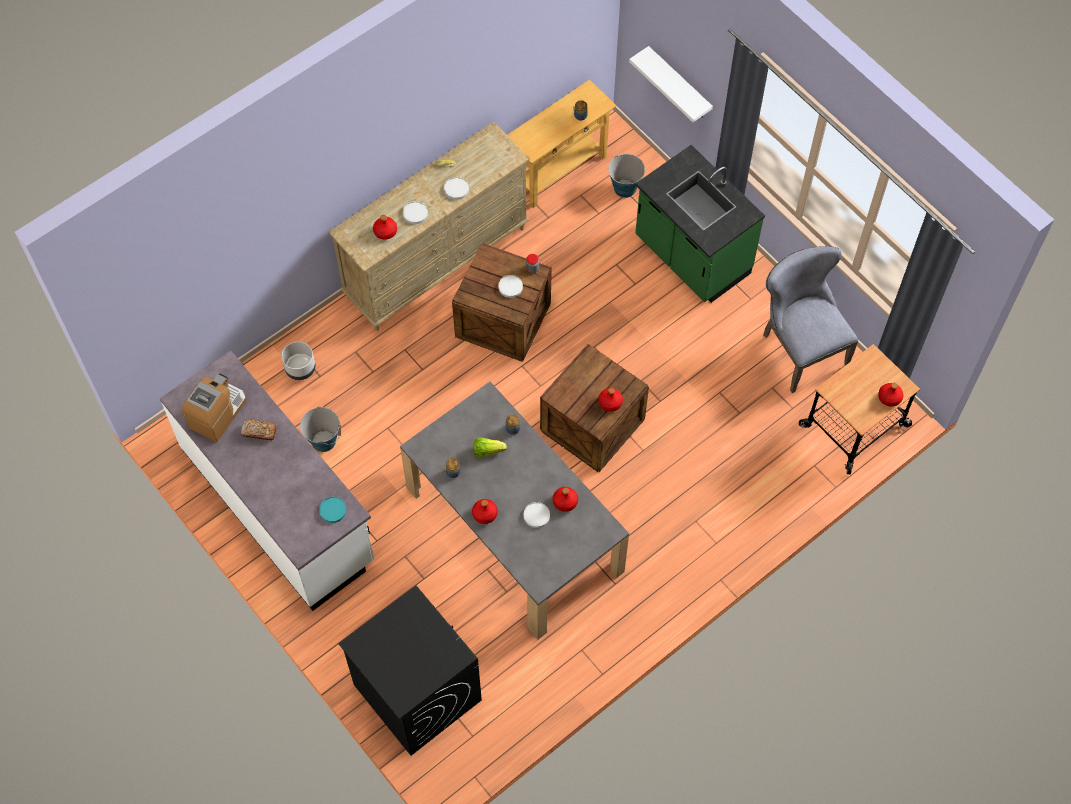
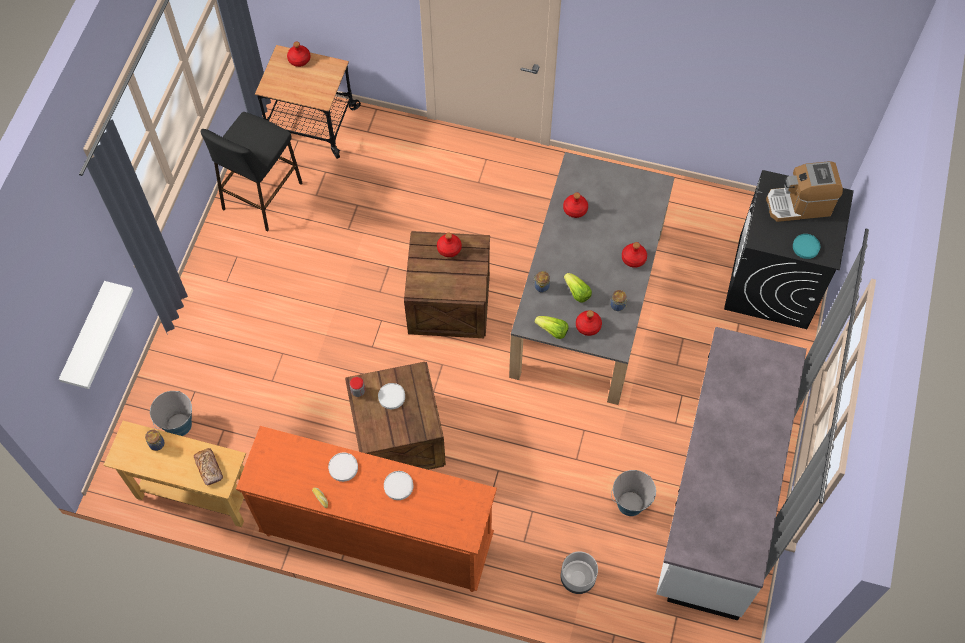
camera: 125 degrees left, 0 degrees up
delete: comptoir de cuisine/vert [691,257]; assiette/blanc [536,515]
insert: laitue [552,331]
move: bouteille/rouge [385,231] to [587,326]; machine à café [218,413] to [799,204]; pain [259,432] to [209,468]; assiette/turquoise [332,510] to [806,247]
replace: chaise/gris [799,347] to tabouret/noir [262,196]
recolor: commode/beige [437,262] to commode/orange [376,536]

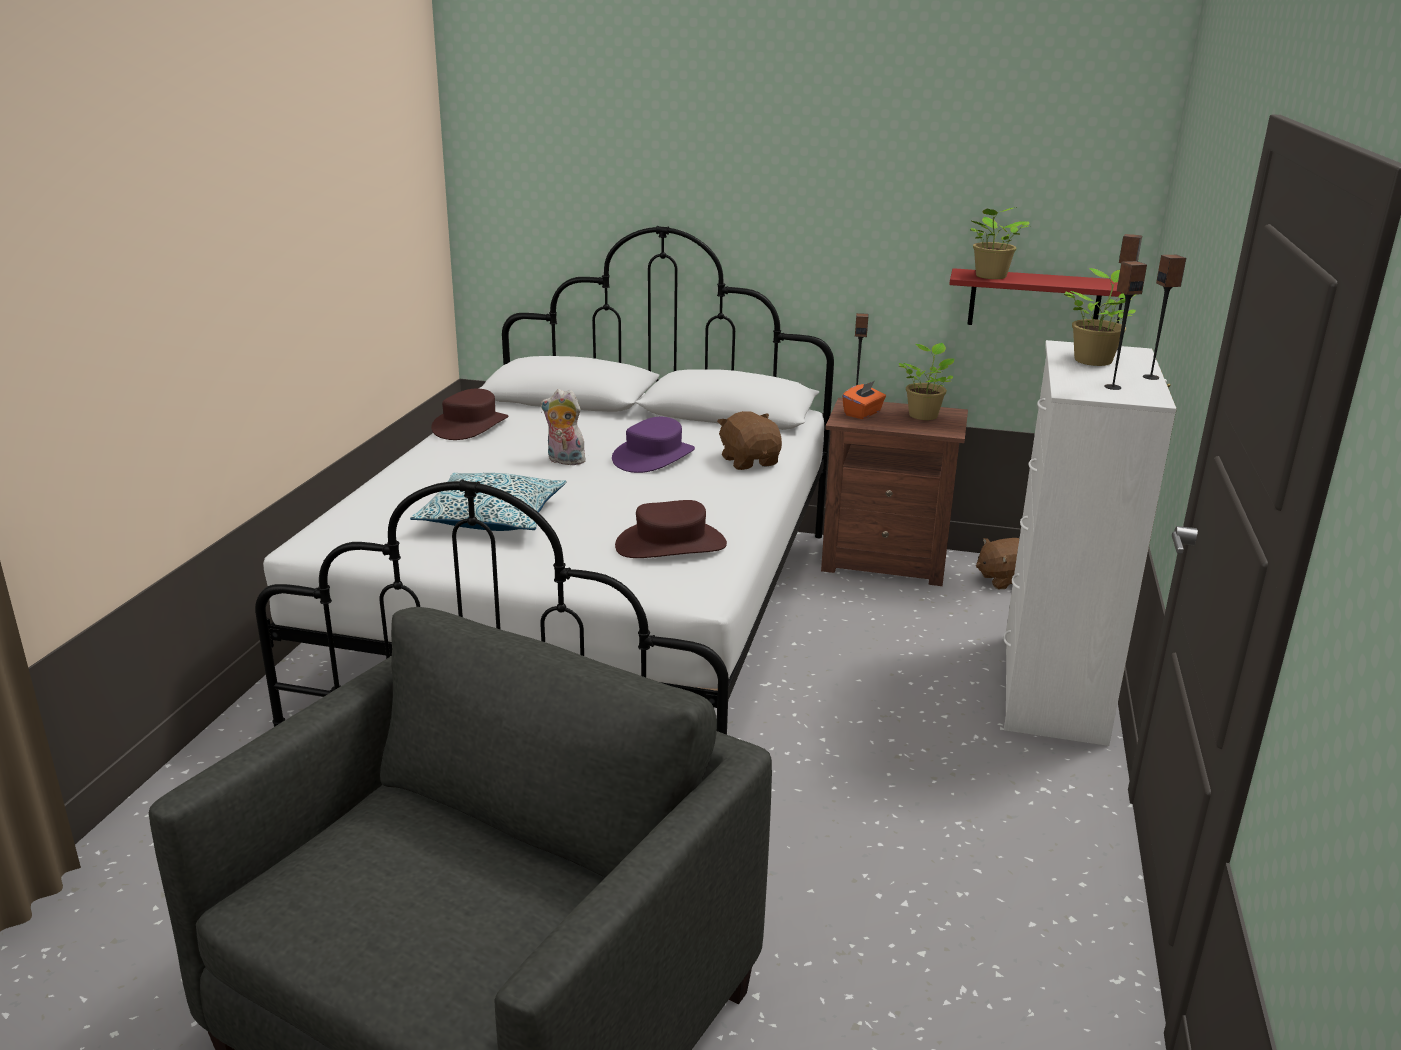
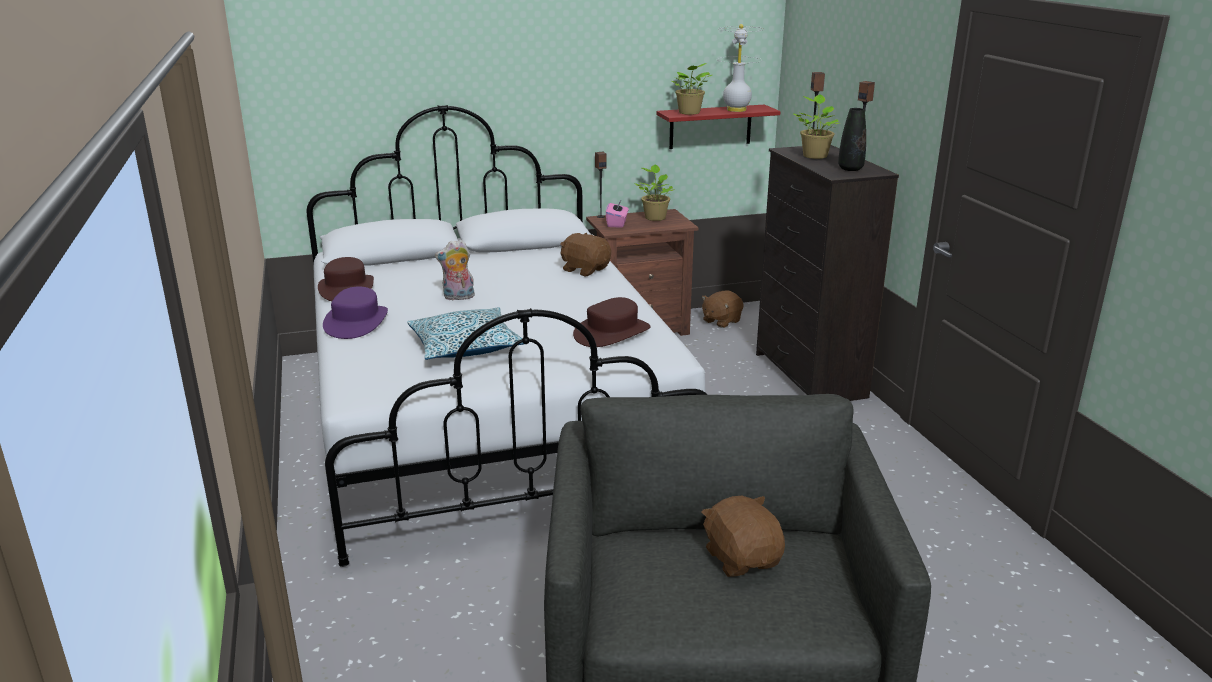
camera: 30 degrees left, 0 degrees up
insert: lampe de table/blanc [736,110]; peluche/marron [742,559]
move: chapeau/violet [654,457] to [356,322]
replace: enceinte [1112,387] to vase/noir [850,169]
recolor: commode/blanc [1051,688] to commode/noir [809,376]; boîte à mouchoirs/orange [863,413] to boîte à mouchoirs/rose [617,224]

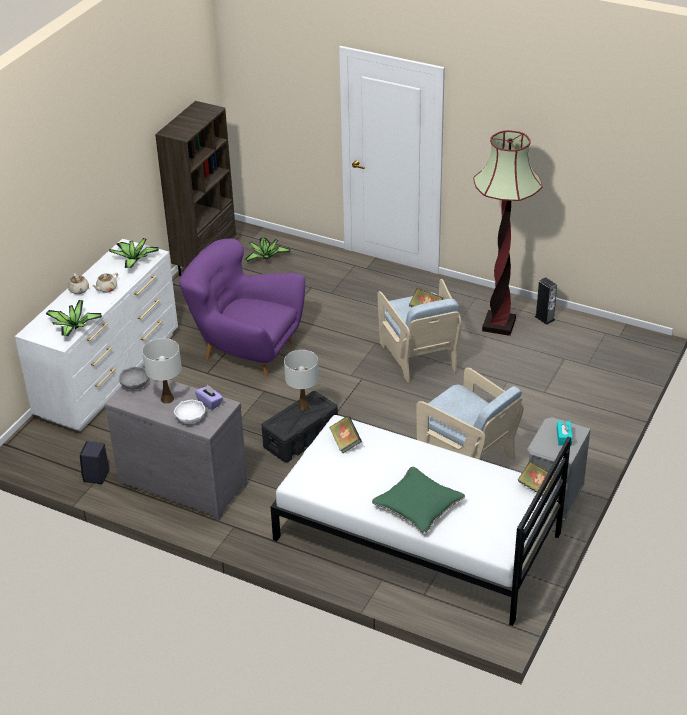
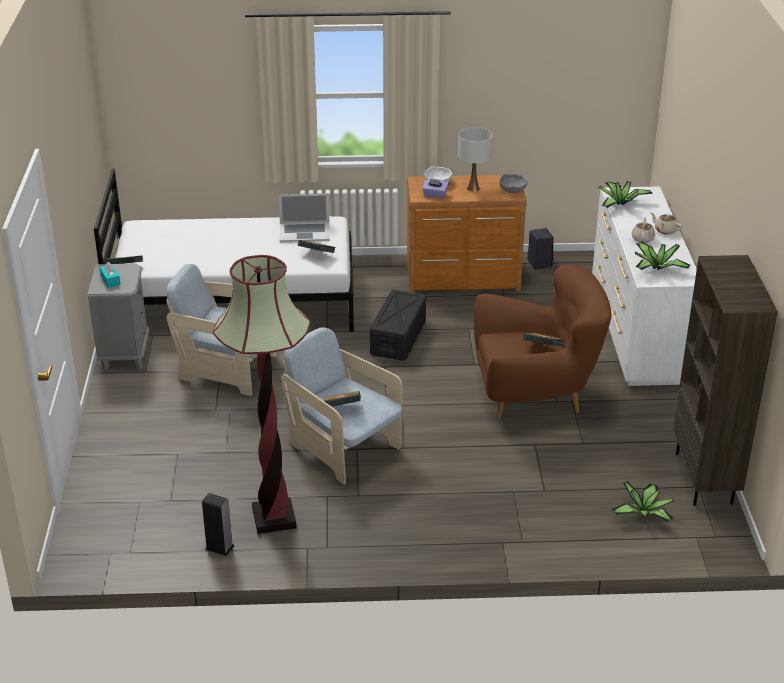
camera: 150 degrees right, 5 degrees down
delete: lampe de table/blanc [303,406]; coussin/vert [418,504]
insert: ordinateur portable [304,232]; livre [543,349]
recolor: fauteuil/violet [246,350] to fauteuil/marron [535,395]; commode/gris [184,482] to commode/marron [464,280]

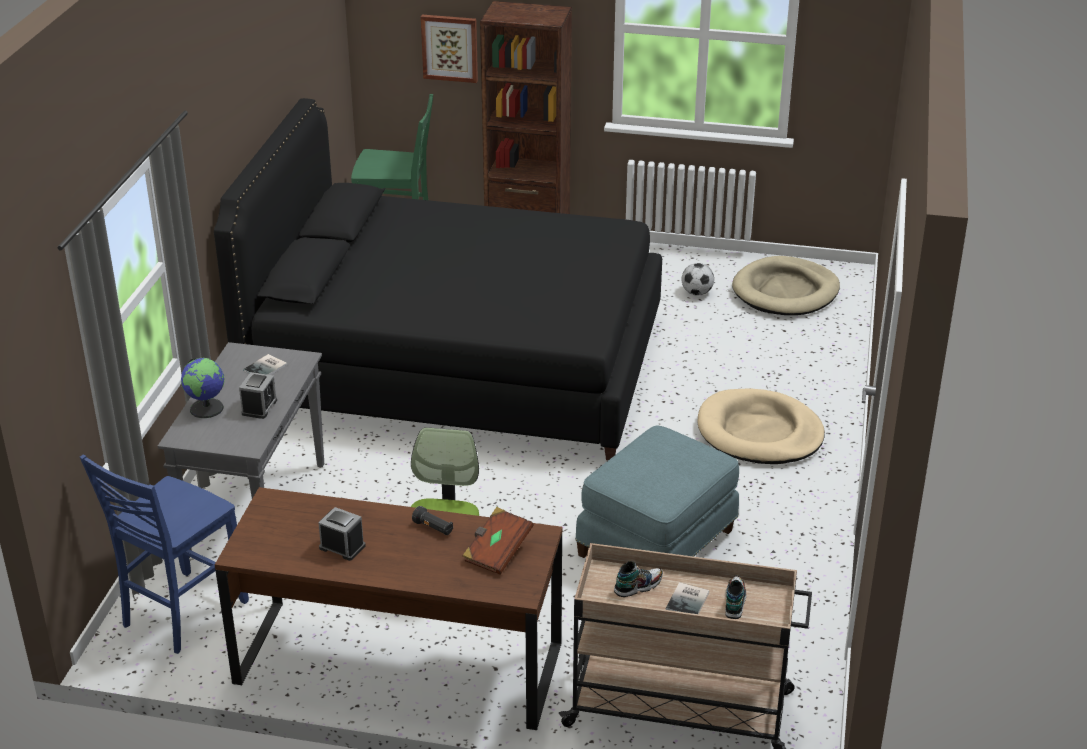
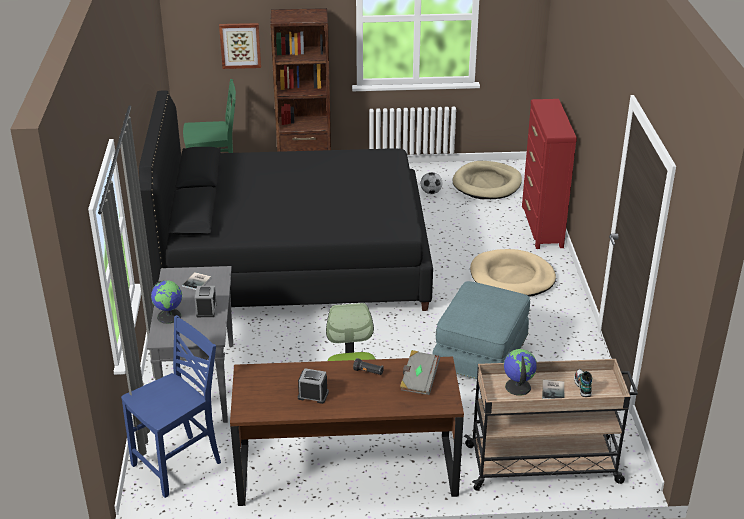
camera: 15 degrees left, 0 degrees up
insert: commode/rouge [542,227]
replace: chaussure [638,586] to globe [517,387]
recolor: livre/marron [497,552] to livre/gris [419,380]
rotate: chaise/bleu [181,613] = [179,464] 150 degrees counterclockwise

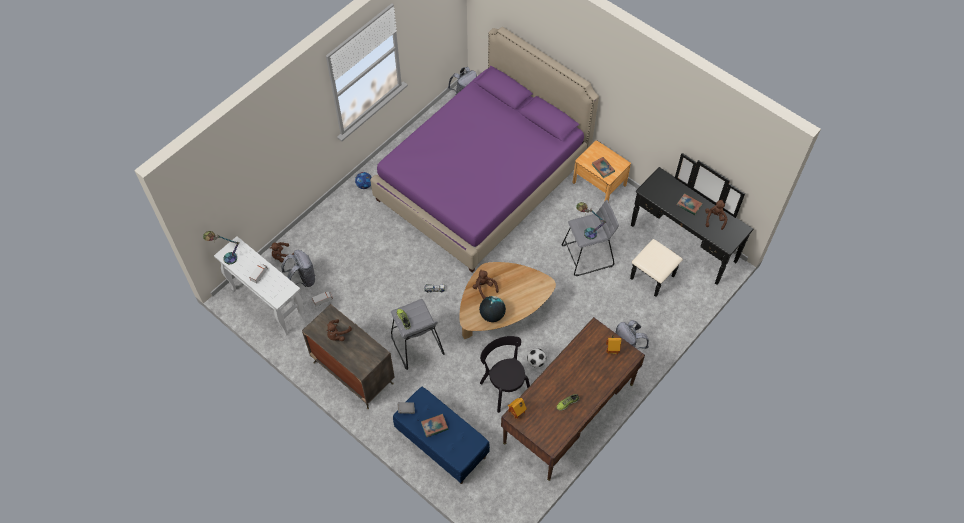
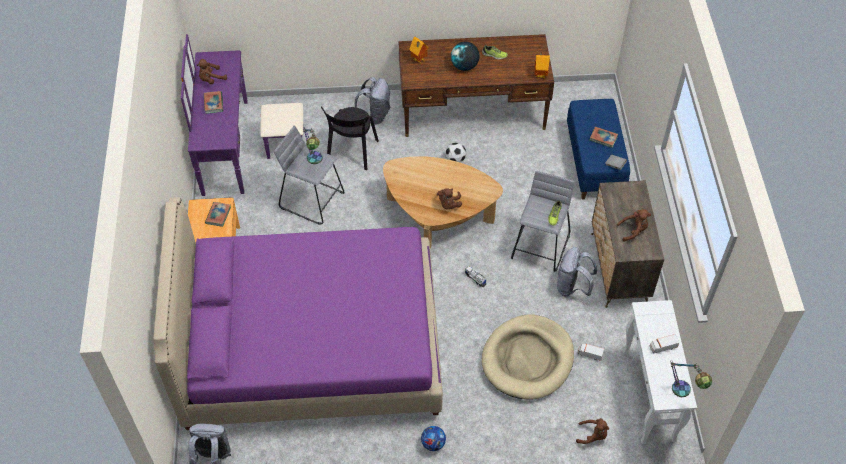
camera: 135 degrees left, 5 degrees down
insert: panier pour chien/beige [527,359]
move: sac à dos/gris [302,280] to [572,287]; globe [492,315] to [464,66]; chaise/noir [504,386] to [351,152]
recolor: commode/noir [676,251] to commode/violet [239,146]

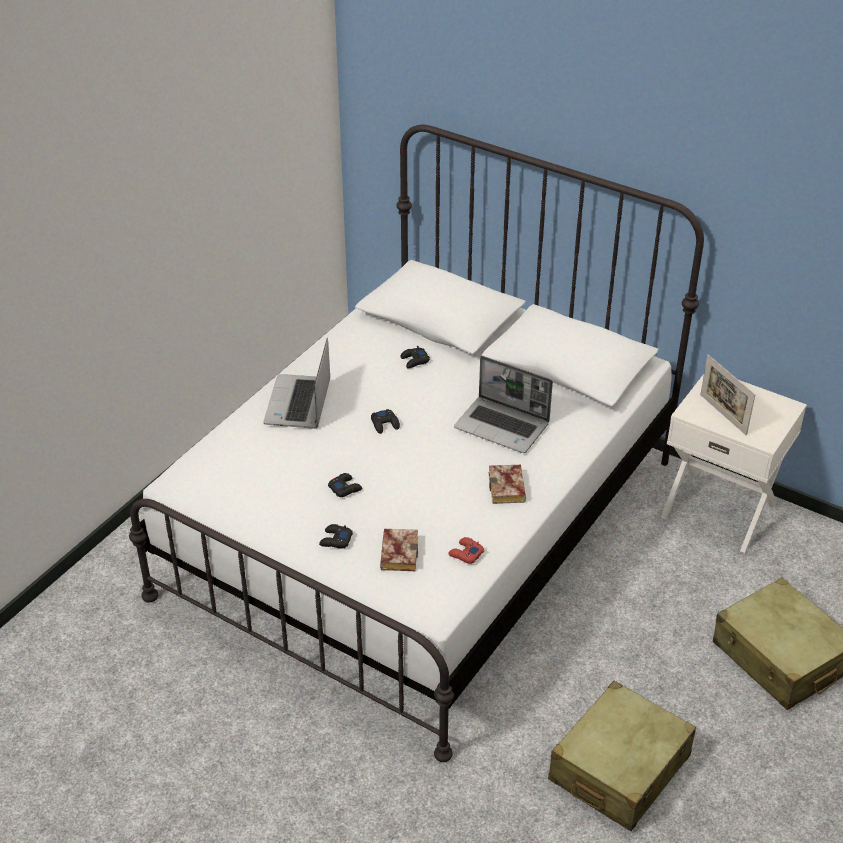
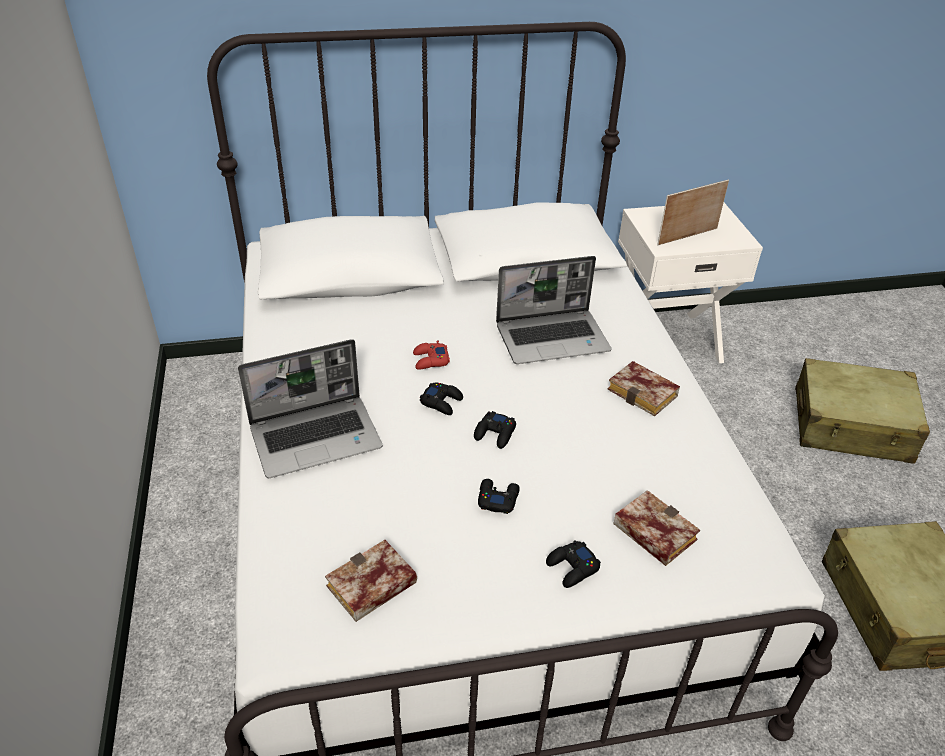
camera: 45 degrees left, 0 degrees up
insert: livre [370,588]
move: manette/noir [414,361] to [495,434]; manette/rouge [465,554] to [430,360]
rotate: ordinateur portable [299,404] = [317,437] 75 degrees counterclockwise; cadre photo [723,414] = [687,236] 135 degrees clockwise

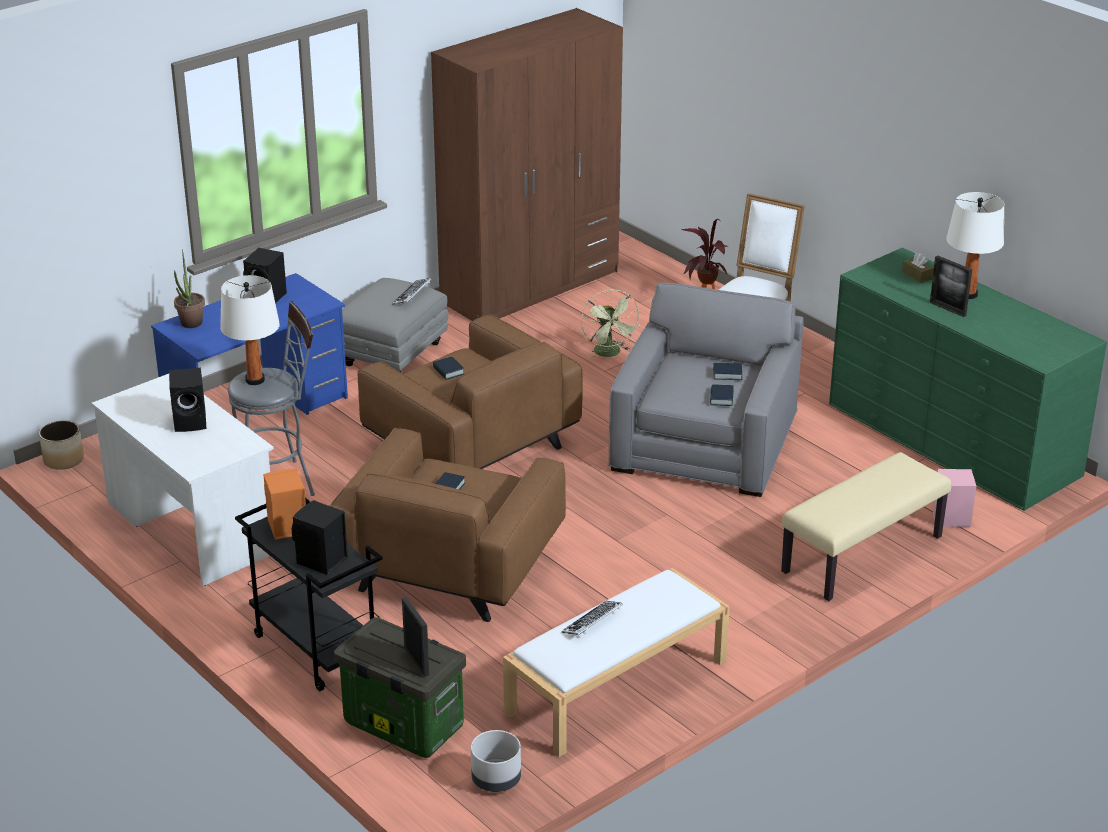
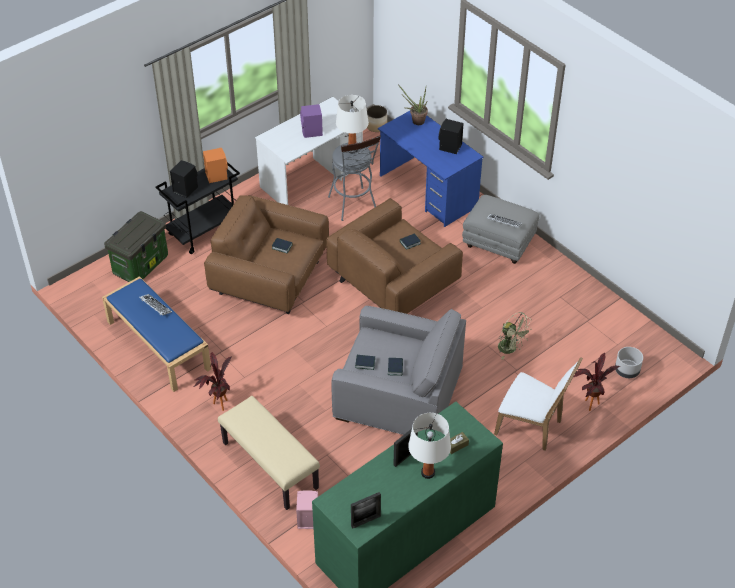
camera: 90 degrees right, 15 degrees up
delete: armoire/marron [531,286]
insert: plante en pot [216,404]
move: cadre photo [416,661] to [365,521]; cache-pot/gris [496,780] to [627,371]
recolor: enceinte/noir [191,421] to enceinte/violet [312,132]; banc/blanc [616,687] to banc/bleu [157,345]
rotate: ventilateur/vert [610,353] = [511,349] 120 degrees counterclockwise

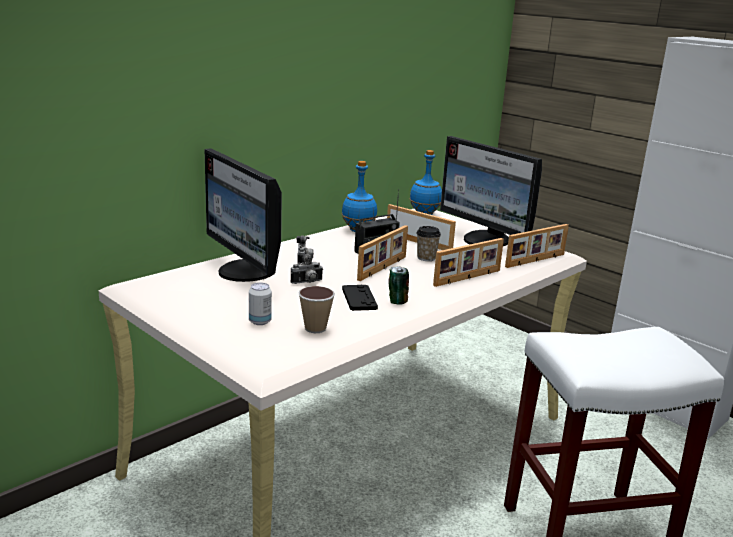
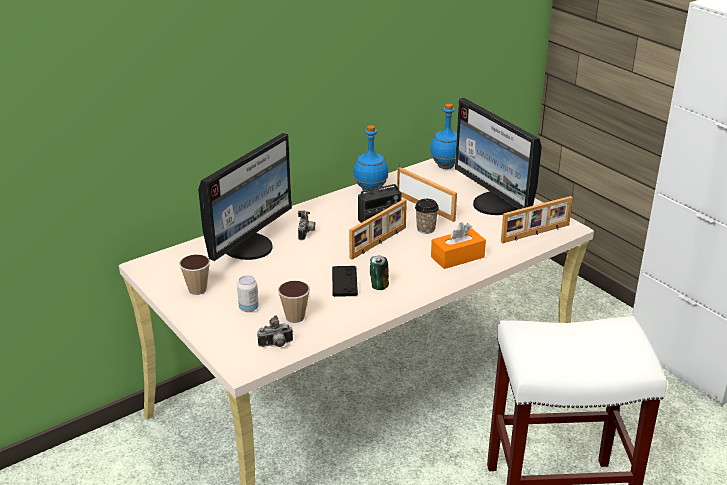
camera: 10 degrees right, 10 degrees up
insert: tasse [197,289]
move: appareil photo [307,283] to [276,345]
replace: cadre photo [468,278] to boîte à mouchoirs/orange [457,257]
rotate: écran d'ordinateur [245,272] = [249,247] 120 degrees counterclockwise

